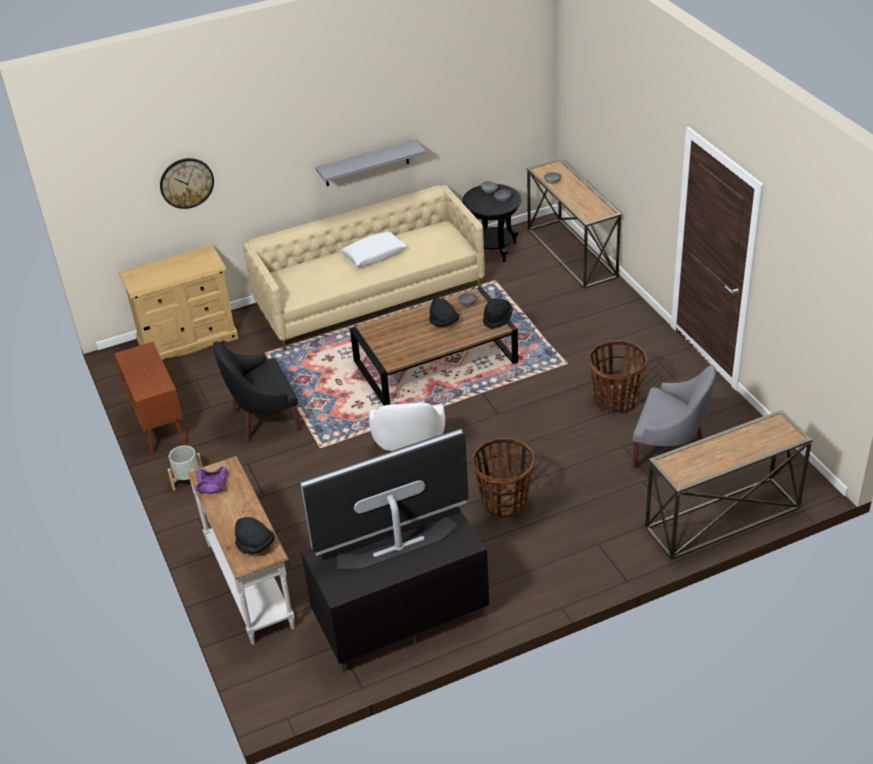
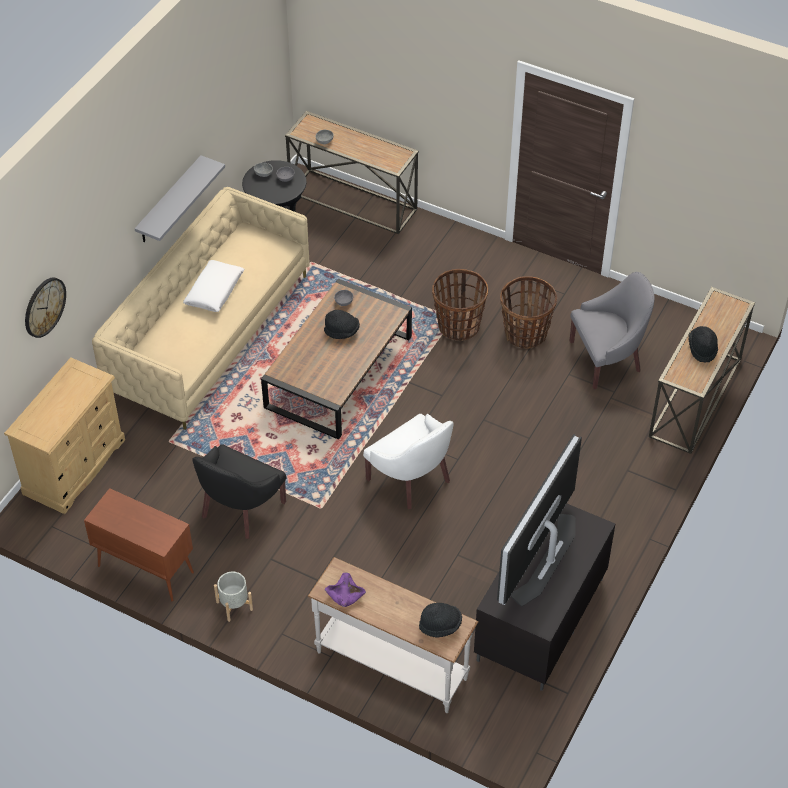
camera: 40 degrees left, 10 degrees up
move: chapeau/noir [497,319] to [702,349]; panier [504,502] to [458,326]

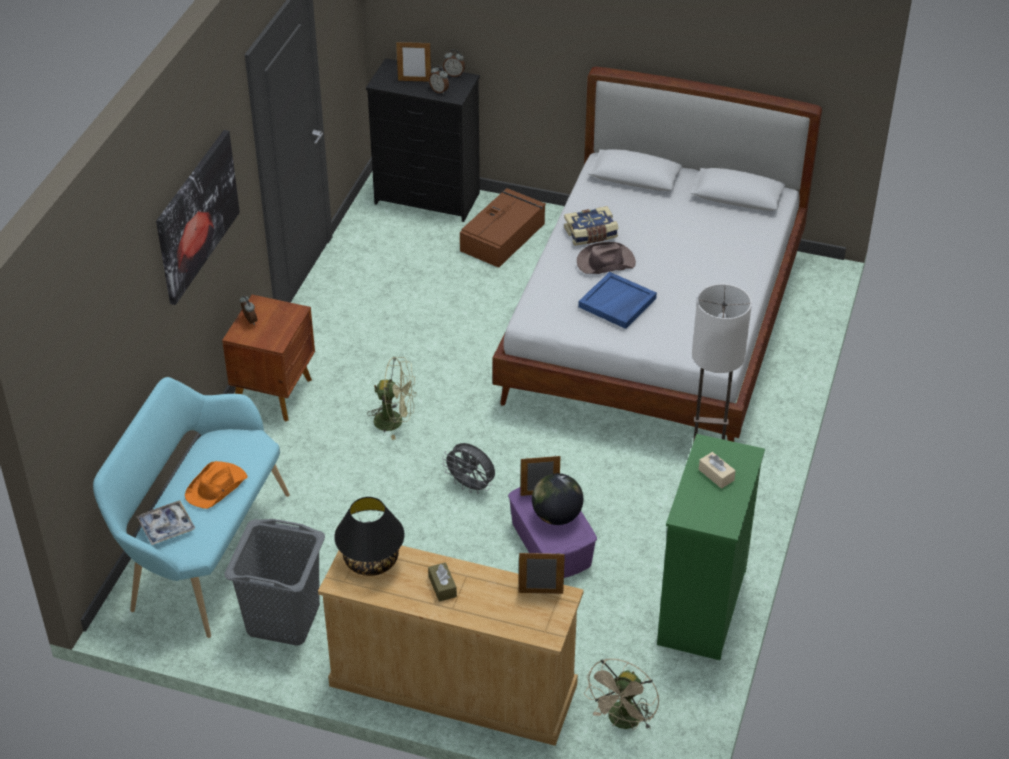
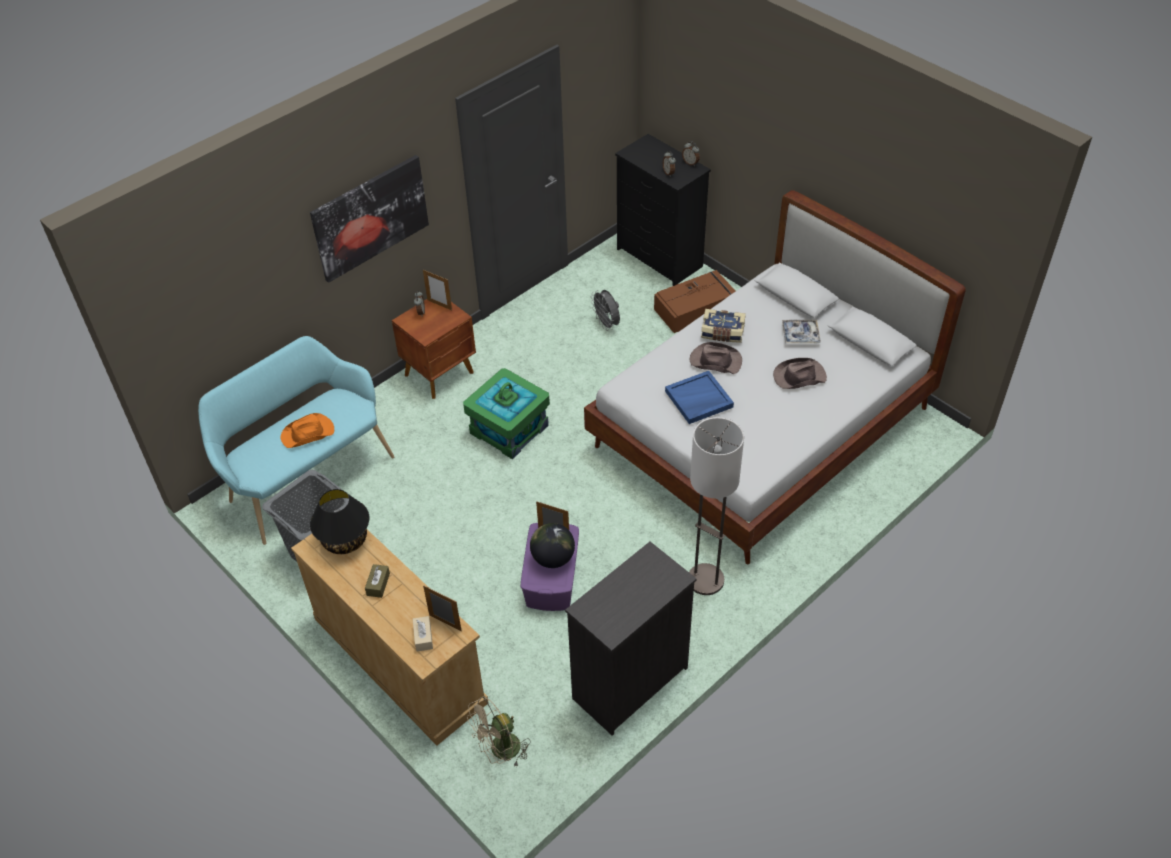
camera: 30 degrees right, 5 degrees up
insert: chapeau/marron [799,376]
move: cadre photo [414,80] to [439,305]; ventilateur/gris [471,486] to [607,324]; boîte à mouchoirs/beige [716,475] to [423,637]; plateau [166,527] to [800,335]
replace: ventilateur/vert [395,421] to boîte de rangement/vert [509,429]
recolor: commode/vert [701,608] to commode/noir [628,683]

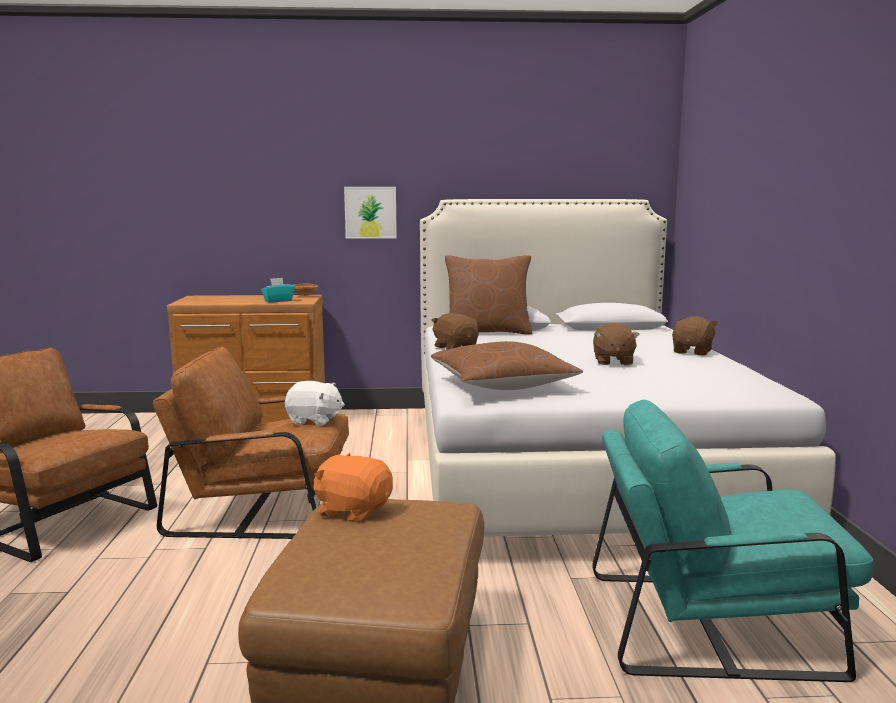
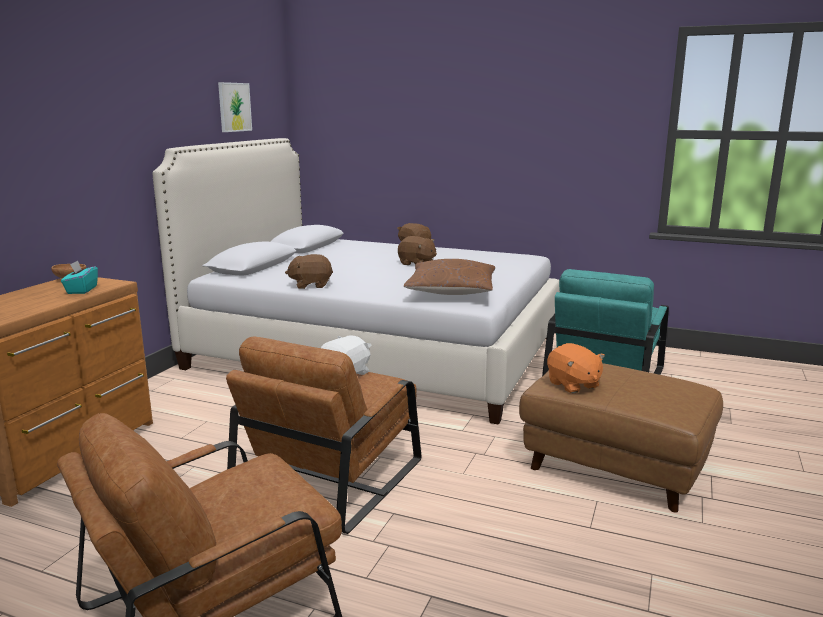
camera: 65 degrees left, 5 degrees up
delete: coussin/marron [487,332]
move: tableau [370,212] to [234,107]
rotate: peluche/orange [353,511] = [573,385] 75 degrees counterclockwise

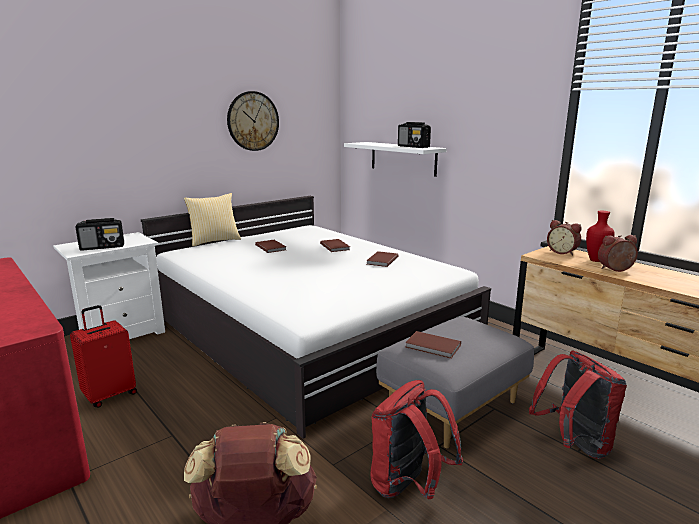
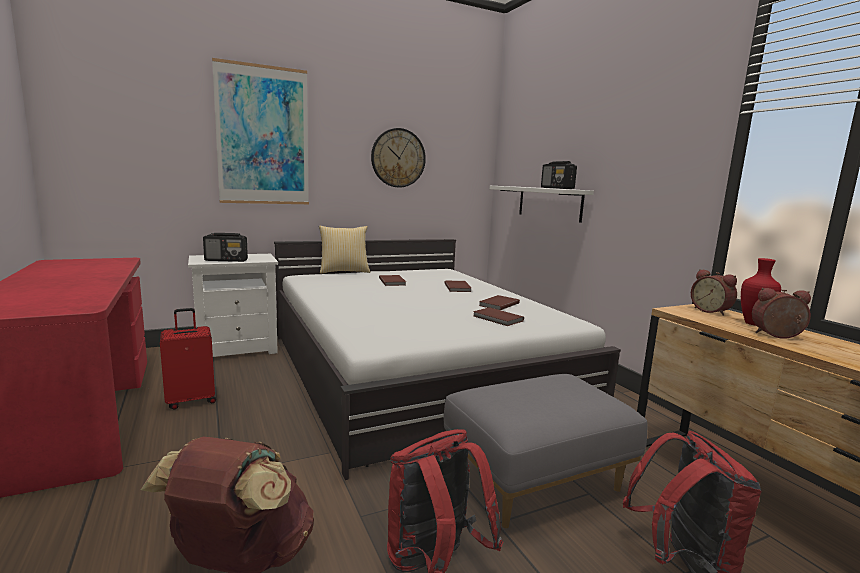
camera: 15 degrees right, 5 degrees down
insert: tableau [263,136]
move: livre/marron [433,347] to [497,319]

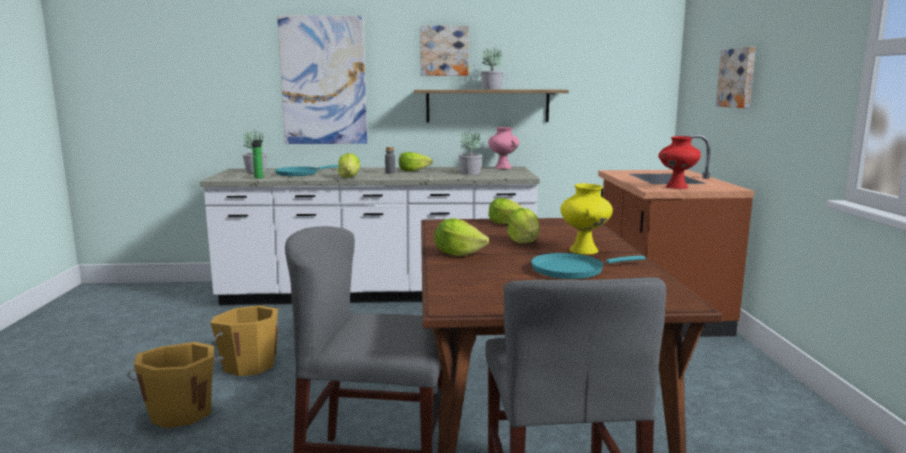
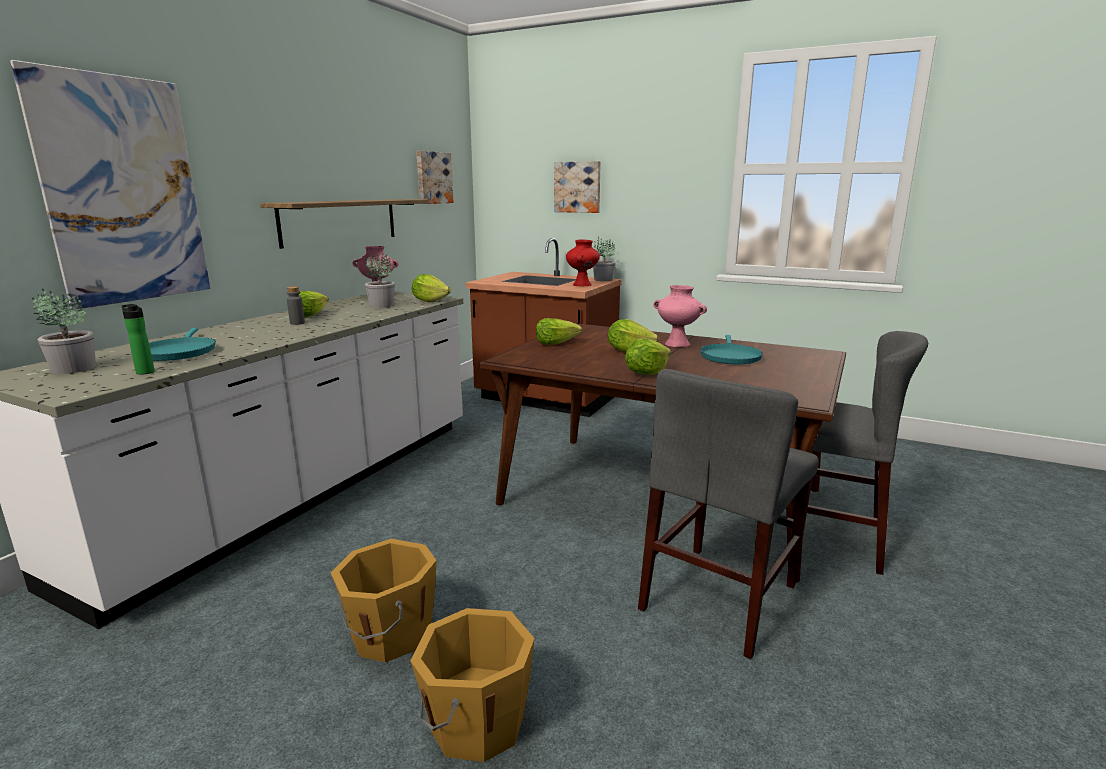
camera: 60 degrees left, 5 degrees up
move: tableau [444,51] to [433,178]; plante en pot [491,89] to [603,279]; laitue [349,177] to [430,301]
recolor: vase/jaune [584,251] to vase/rose [678,344]

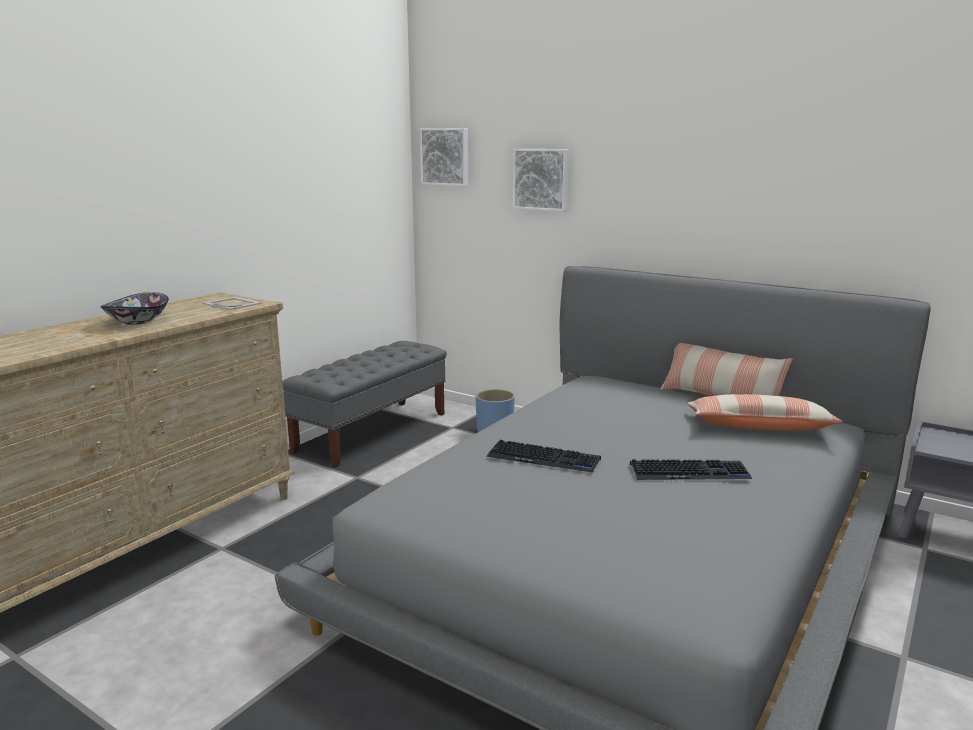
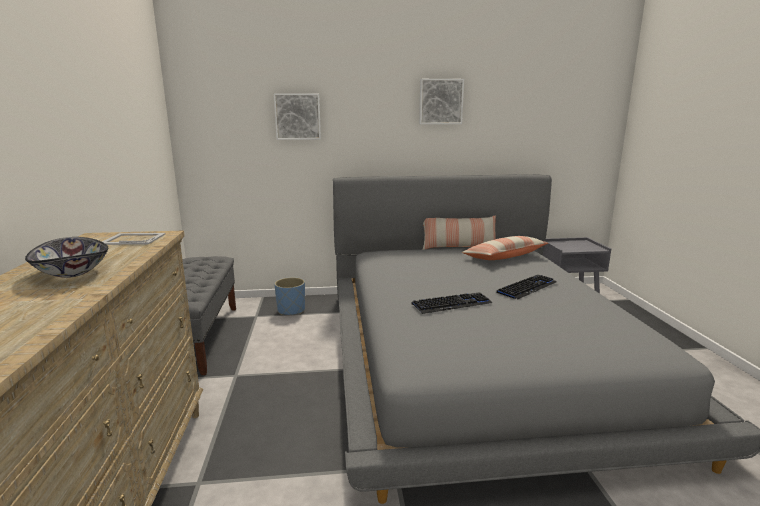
camera: 40 degrees left, 0 degrees up
move: tableau [445,156] to [440,101]

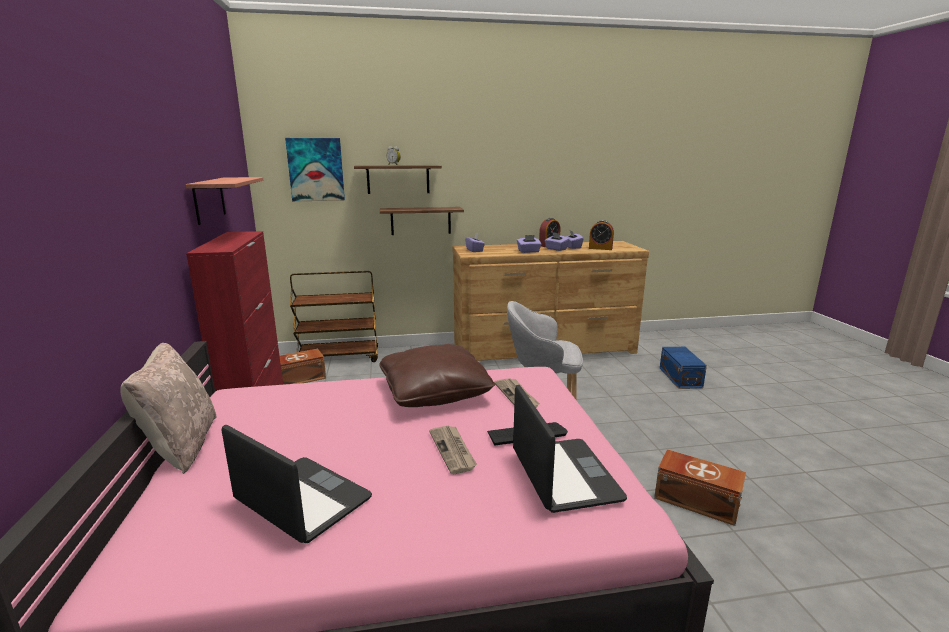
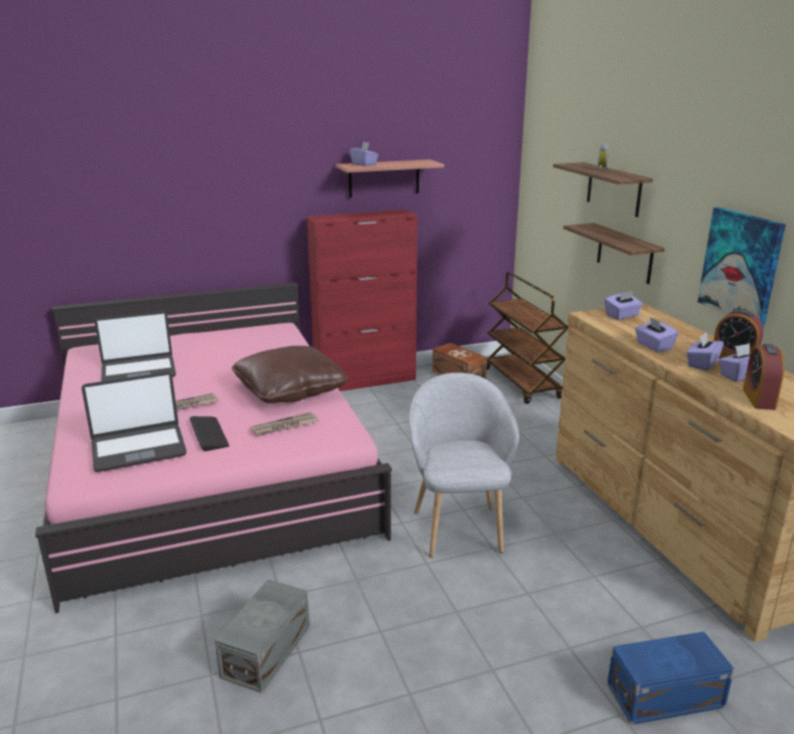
camera: 80 degrees right, 5 degrees up
delete: coussin/beige [181,446]
insert: boîte à mouchoirs/violet [364,164]
move: tableau [316,169] to [741,265]
recolor: boîte de rangement/marron [695,500] to boîte de rangement/gris [268,650]
rotate: ordinateur portable [302,501] = [138,371] 45 degrees clockwise

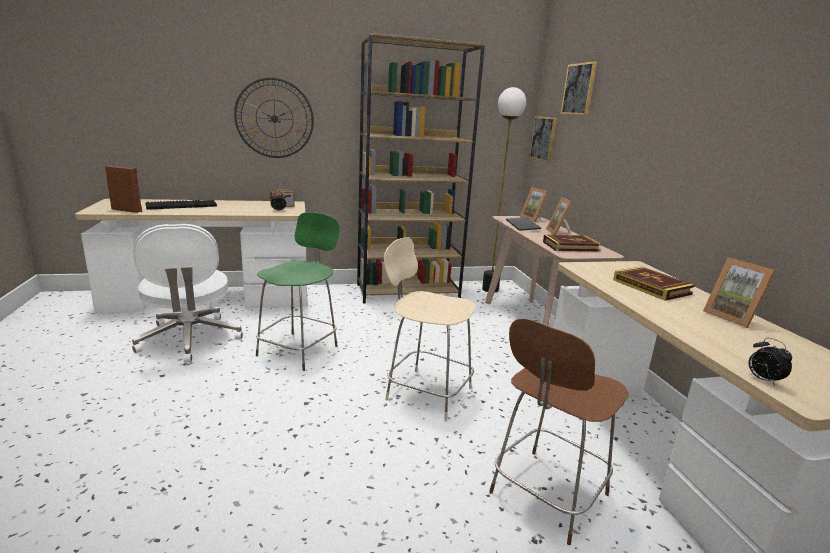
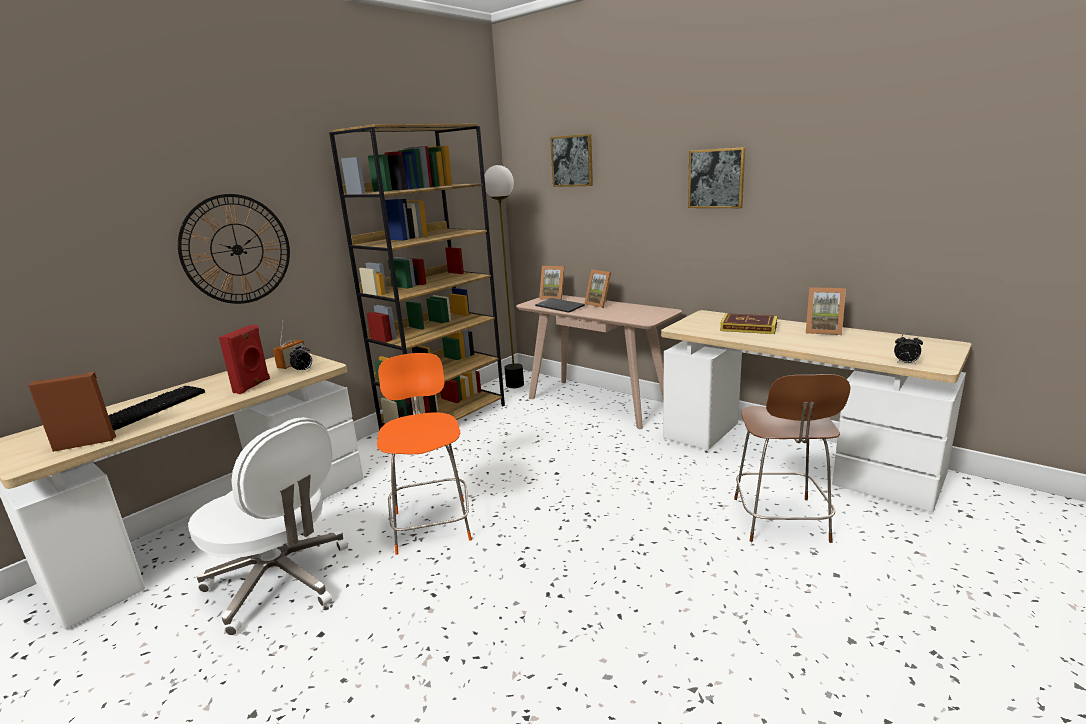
camera: 35 degrees left, 0 degrees up
delete: livre [570,246]; chaise/beige [426,392]
insert: enceinte/rouge [253,386]
move: tableau [543,138] to [716,178]
recolor: chaise/vert [299,349] to chaise/orange [432,524]

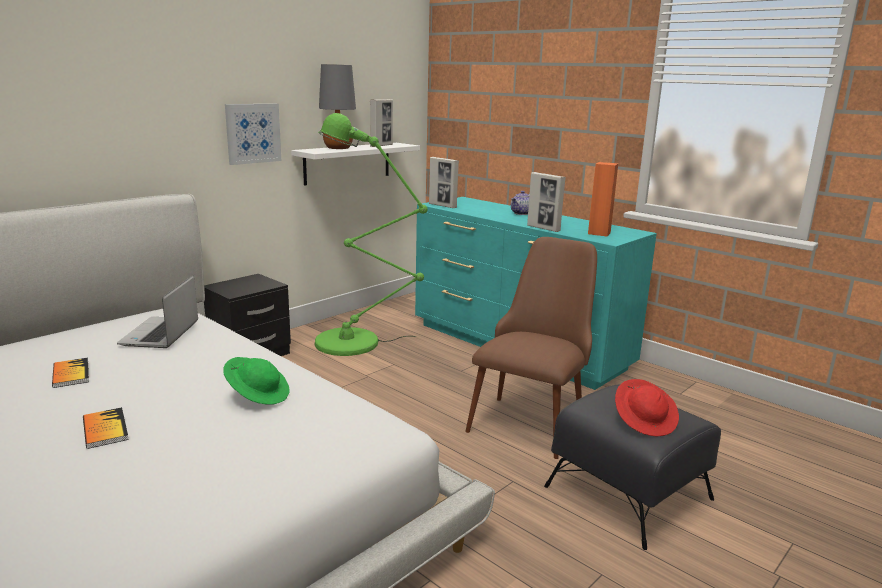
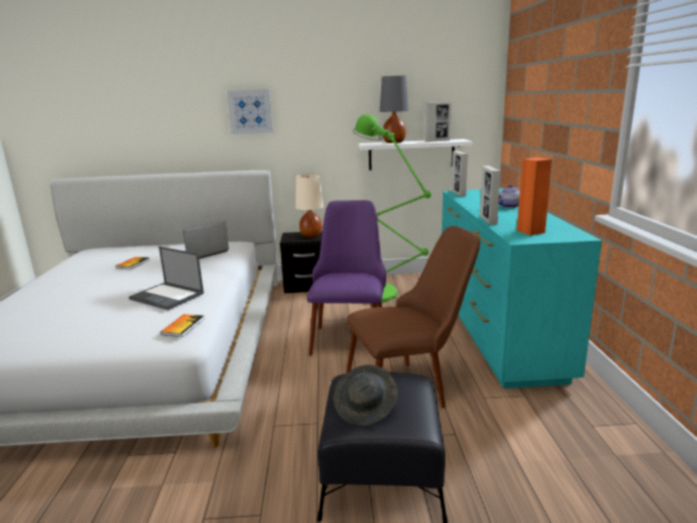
camera: 45 degrees right, 0 degrees up
insert: lampe de table/beige [311,235]; chaise/violet [350,334]
move: tableau [253,133] to [250,111]; livre [105,429] to [183,326]
replace: chapeau/vert [258,395] to ordinateur portable [167,296]
recolor: chapeau/rouge [645,421] to chapeau/gris [366,408]

